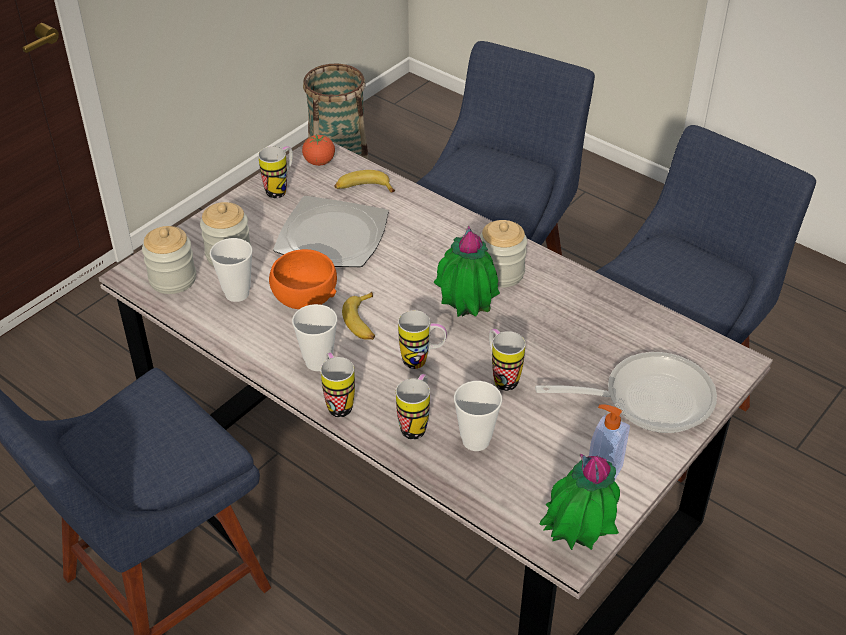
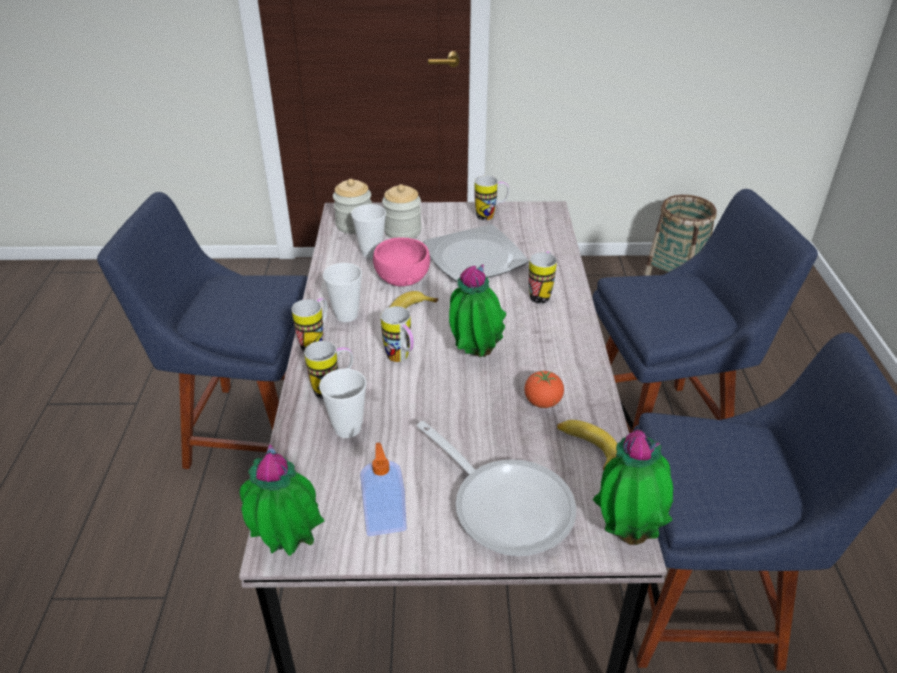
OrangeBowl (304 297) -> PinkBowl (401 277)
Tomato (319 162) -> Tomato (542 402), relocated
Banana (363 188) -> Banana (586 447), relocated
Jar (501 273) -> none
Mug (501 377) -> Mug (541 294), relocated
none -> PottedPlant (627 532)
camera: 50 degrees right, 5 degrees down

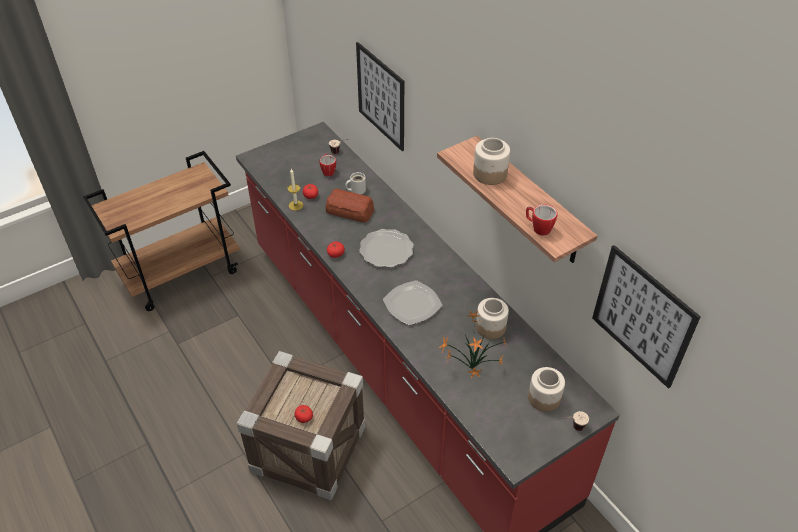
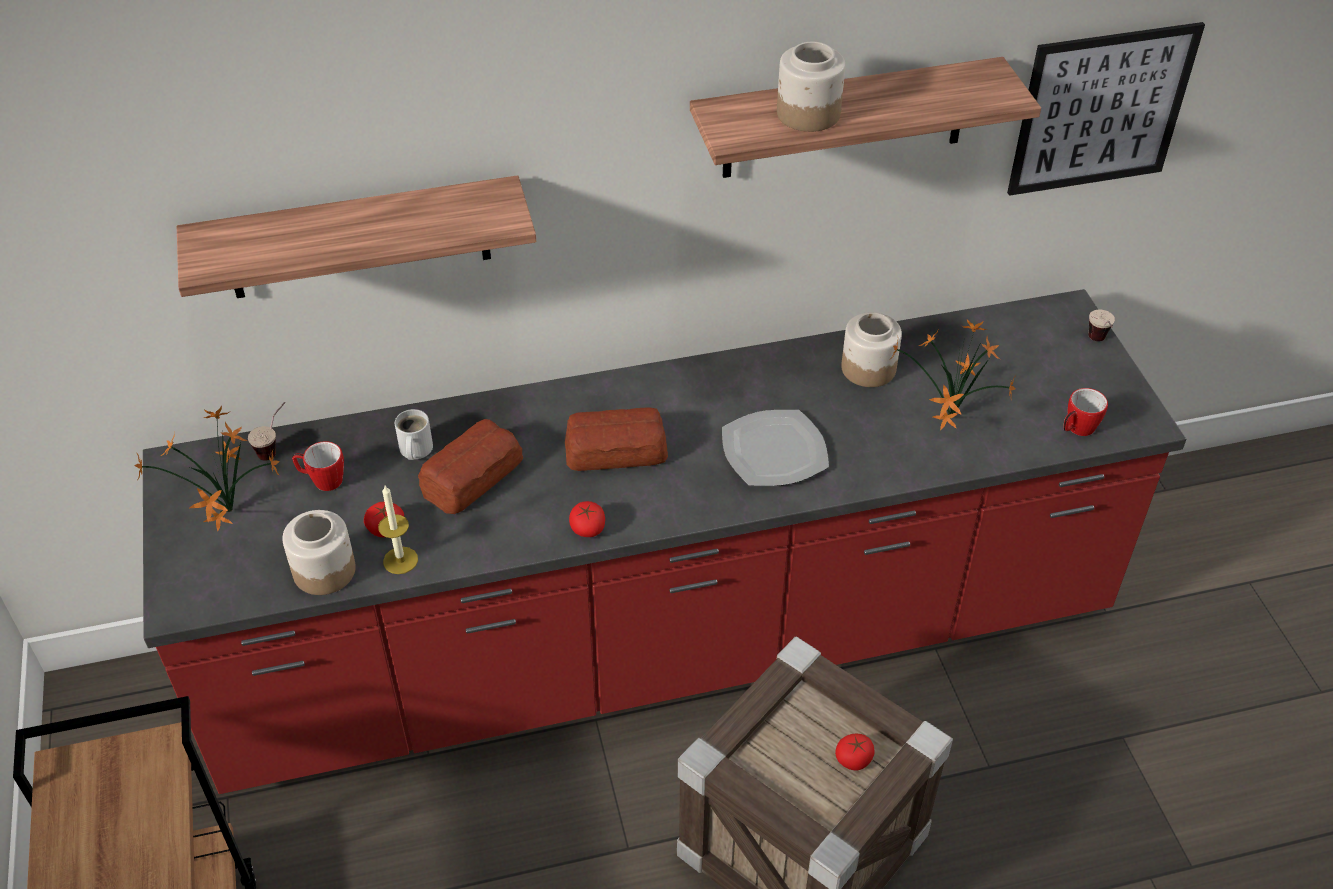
Picture (381 96) -> Shelf (358 238)
Plate (386 250) -> Bread (617 450)
Mug (538 228) -> Mug (1077 429), relocated
Jar (544 398) -> Jar (324 570), relocated
none -> PottedPlant (229 514)
camera: 70 degrees left, 0 degrees up

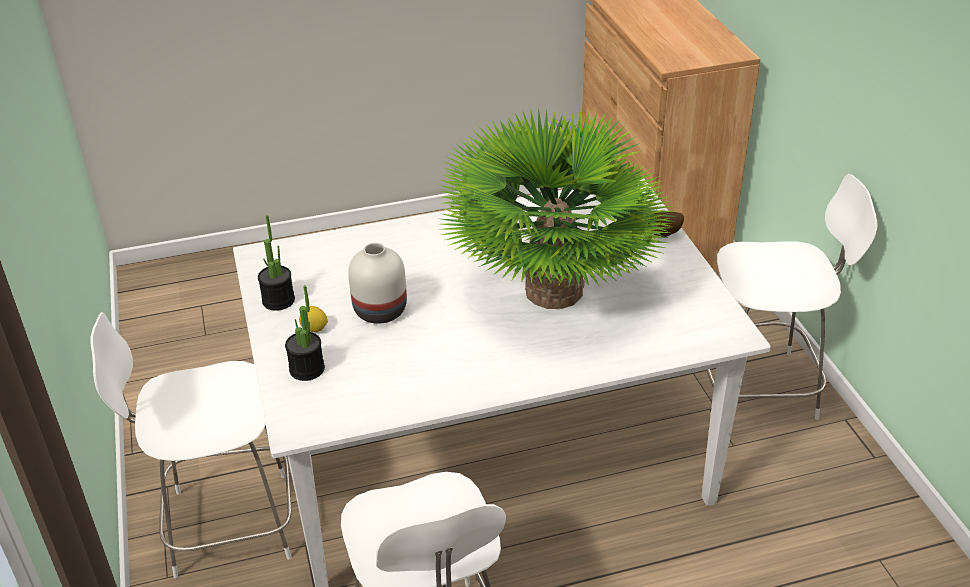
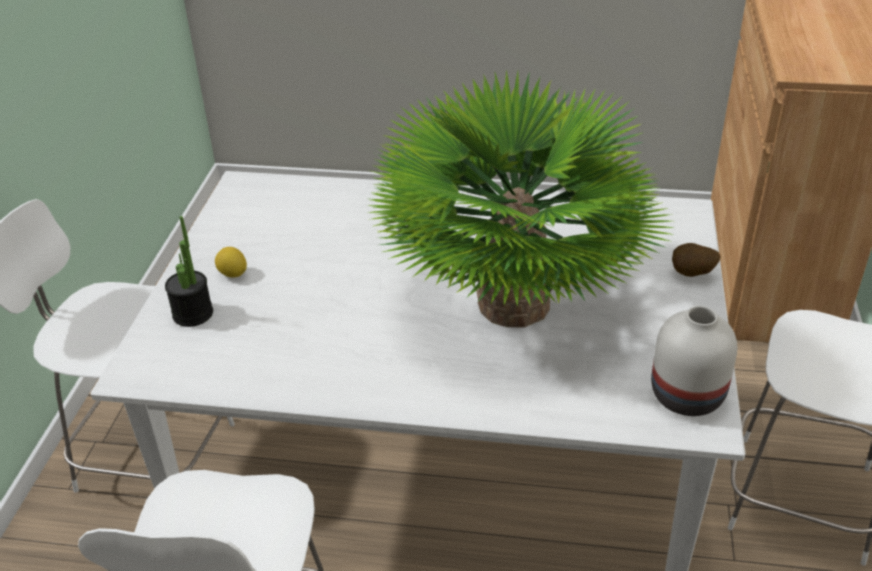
PottedPlant (278 300) -> none
WhiteVase (381 310) -> WhiteVase (688 395), relocated
camera: 25 degrees right, 0 degrees up

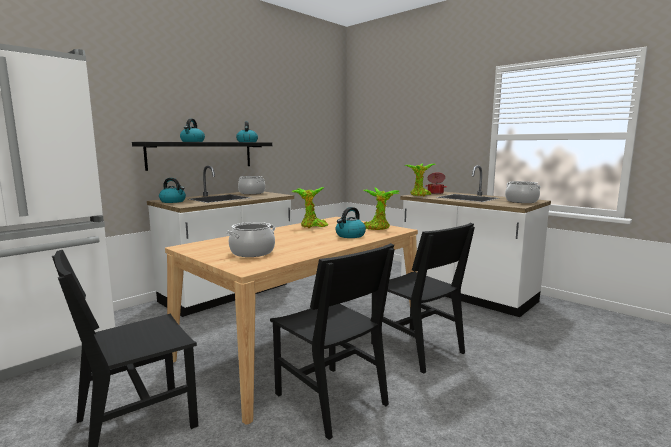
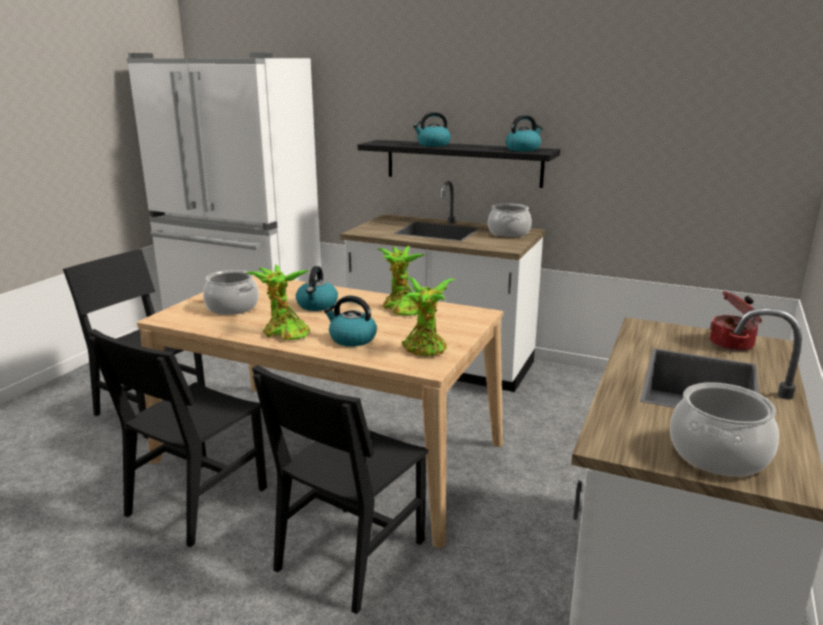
Kettle (173 201) -> Kettle (317 305), relocated
PottedPlant (419 195) -> PottedPlant (284 333), relocated
camera: 70 degrees right, 10 degrees up

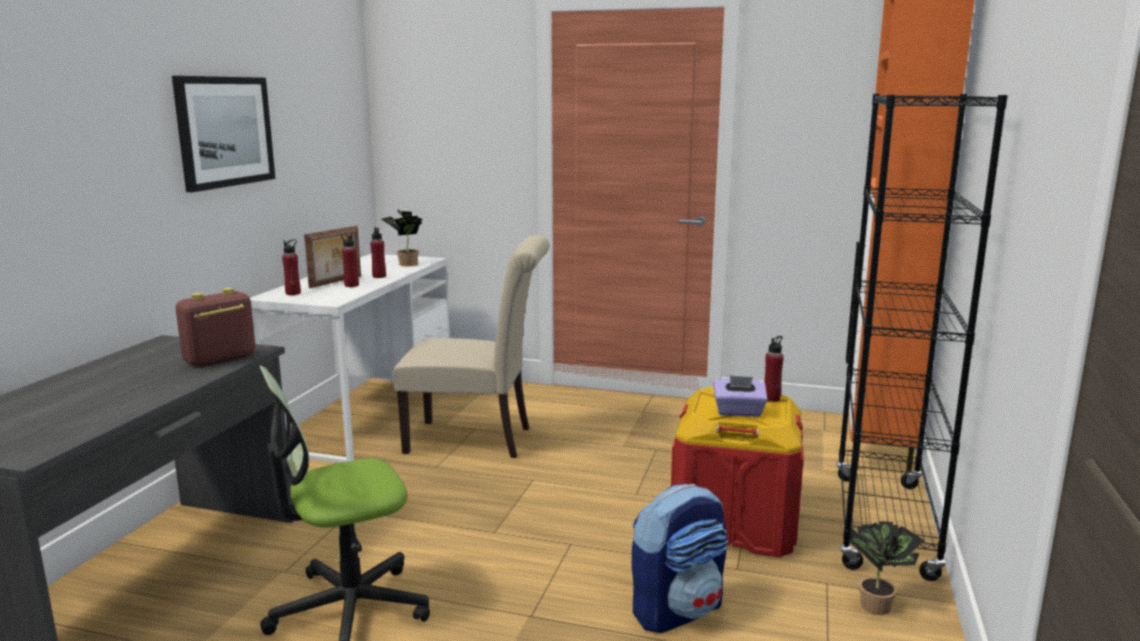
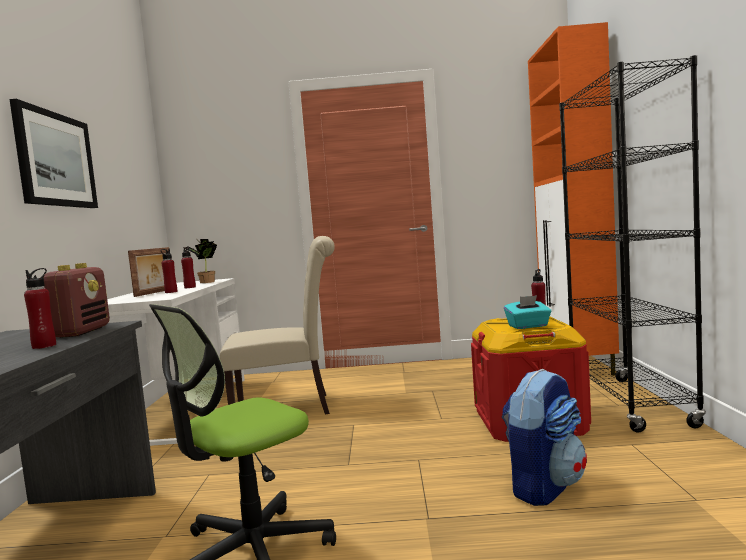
Radio (219 359) -> Radio (81 332), 150 degrees clockwise
RedBottle (293 293) -> RedBottle (44 346), relocated
PurpleTissueBox (738 412) -> TurquoiseTissueBox (528 326)
PottedPlant (877 604) -> none
camera: 15 degrees left, 10 degrees down

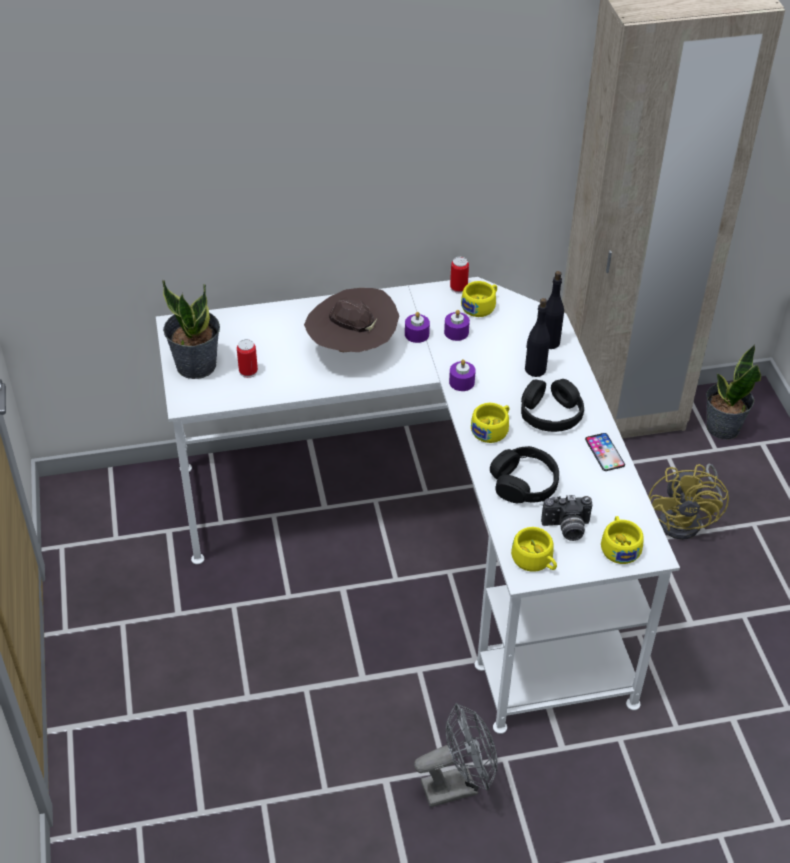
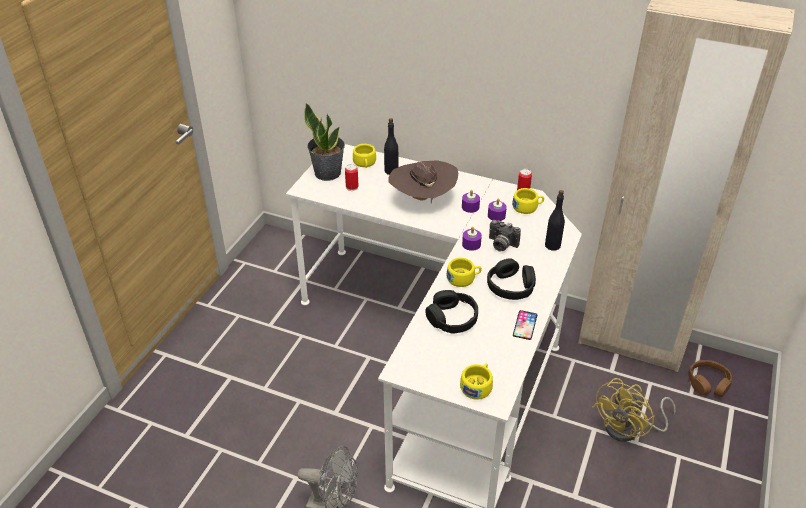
YellowCup (535 560) -> YellowCup (365 163), relocated
BlackBottle (535 369) -> BlackBottle (391 171), relocated
PhotoCamera (566 529) -> PhotoCamera (501 245), relocated
PottedPlant (722 428) -> BrownHeadphones (708 383)
camera: 35 degrees right, 5 degrees down

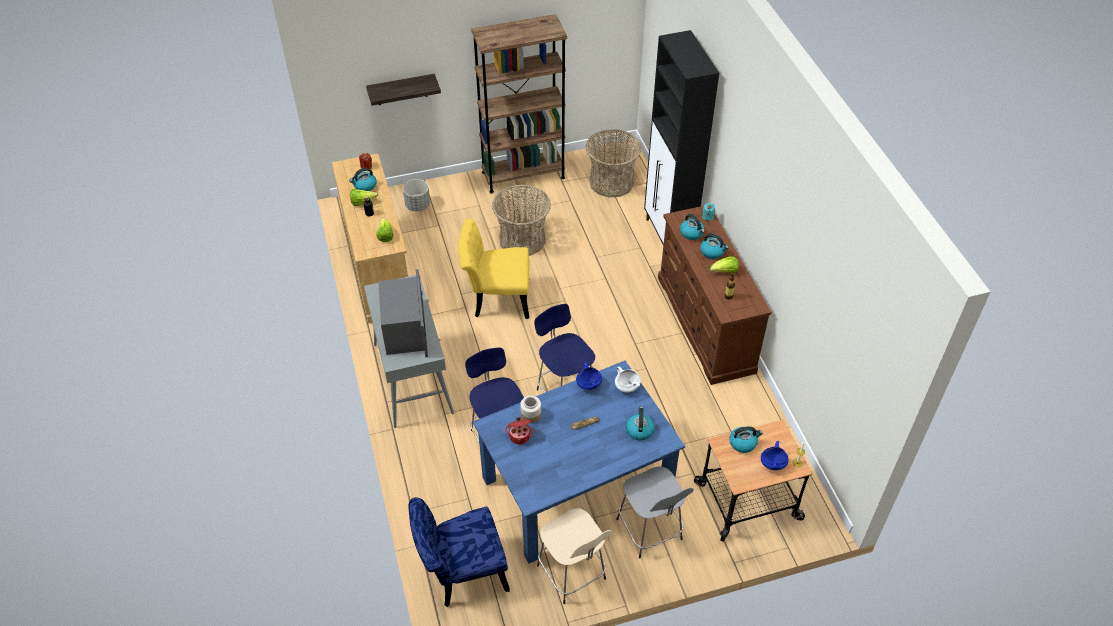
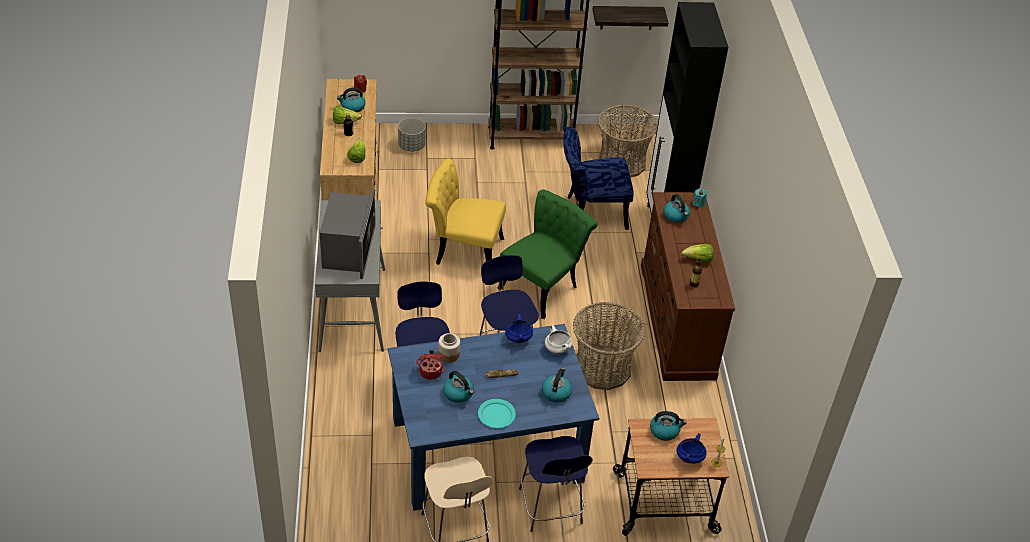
Shelf (401 90) -> Shelf (627 17), relocated
BlueChair (461 573) -> BlueChair (590 212), relocated
Basket (522 239) -> Basket (602 368), relocated
GreyStool (650 531) -> BlueStool (551 508)
Kettle (712 252) -> Kettle (459 393), relocated
none -> TurquoisePlate (496 415)
none -> GreenChair (543 285)
camera: 10 degrees right, 5 degrees down

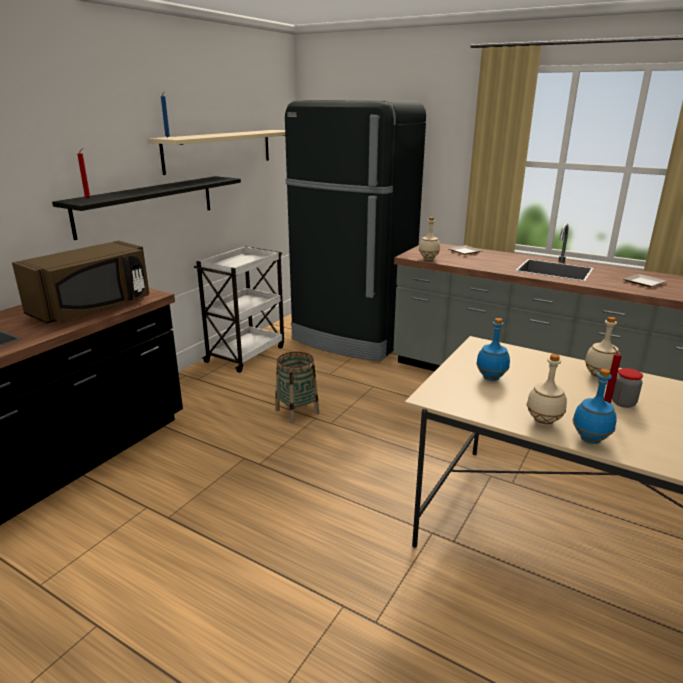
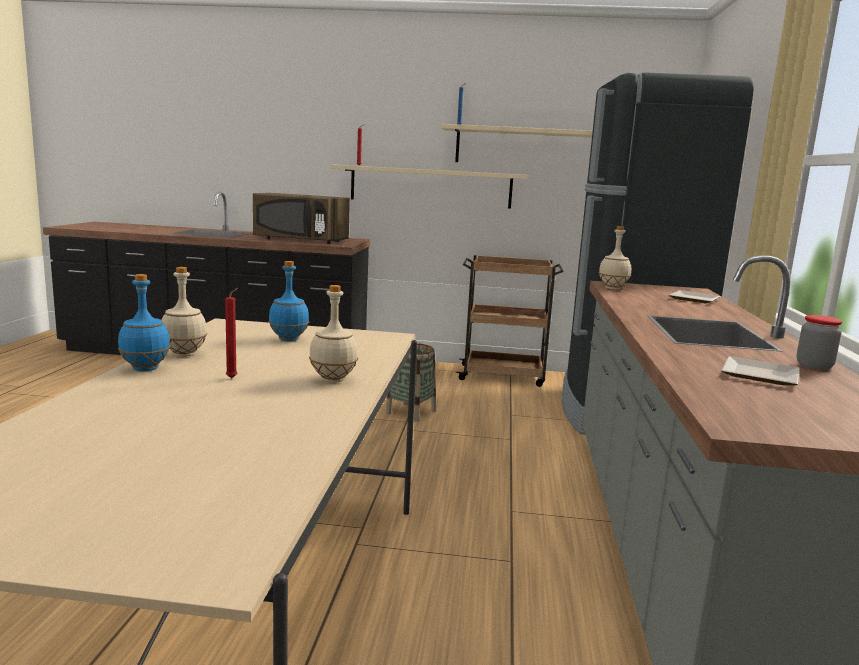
BlackShelf (147 205) -> BeigeShelf (430 186)
WhiteCart (246 353) -> BrownCart (503 376)
Jar (623 403) -> Jar (814 366), relocated
camera: 65 degrees right, 10 degrees down

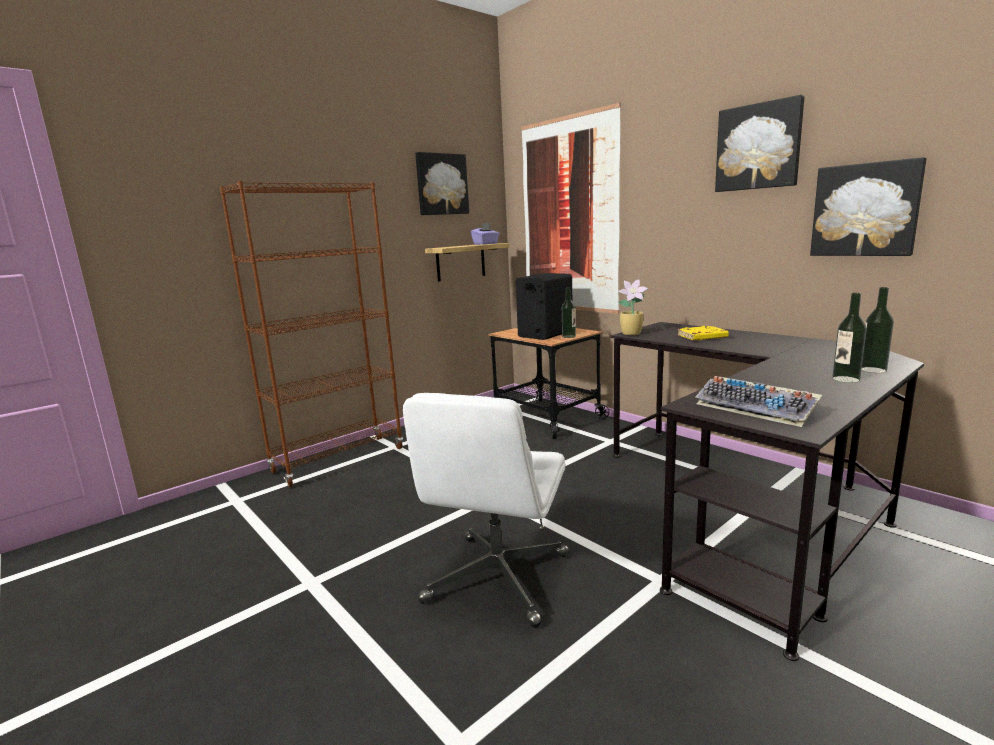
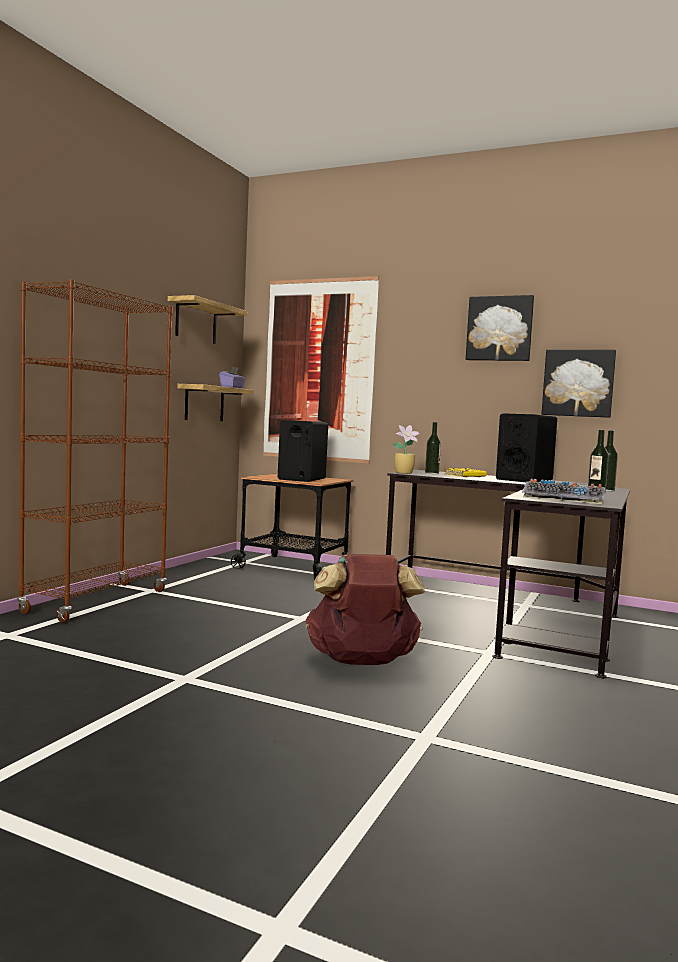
WhiteOfficeChair (497 579) -> BrownBackpack (362 662)
Picture (441 184) -> Shelf (196 322)
Bottle (568 336) -> Bottle (431 473), relocated
none -> BlackSpeaker (524 480)
camera: 25 degrees left, 10 degrees down

